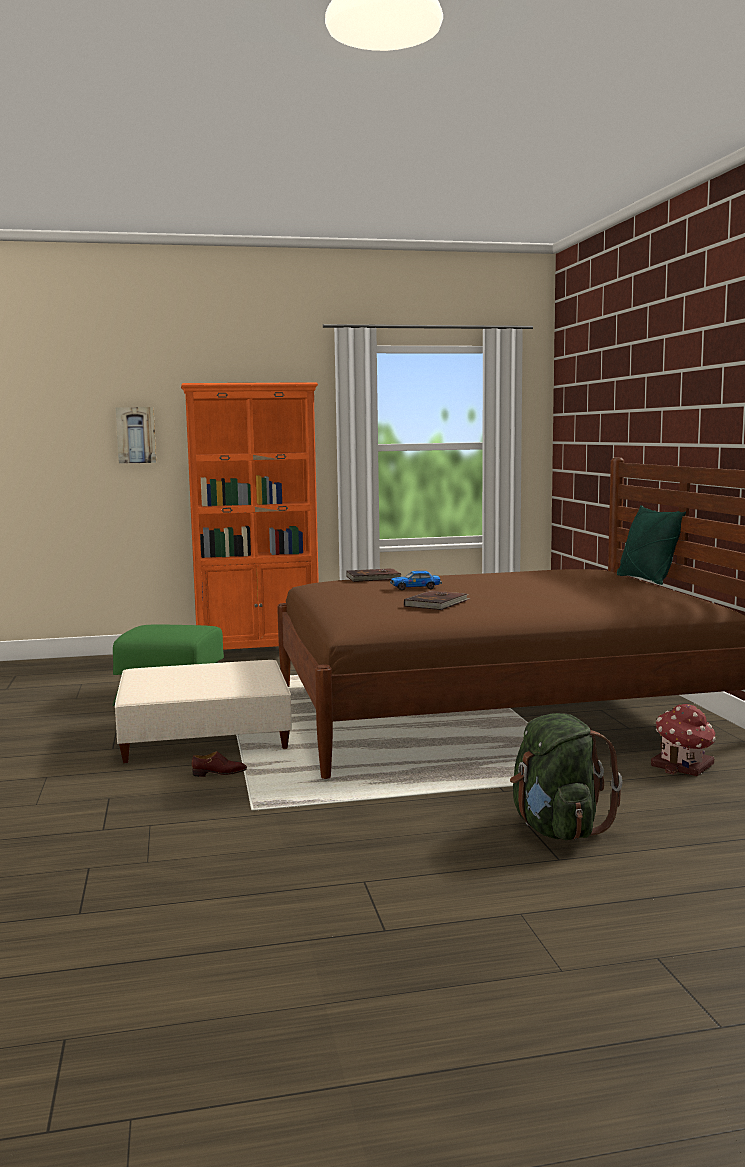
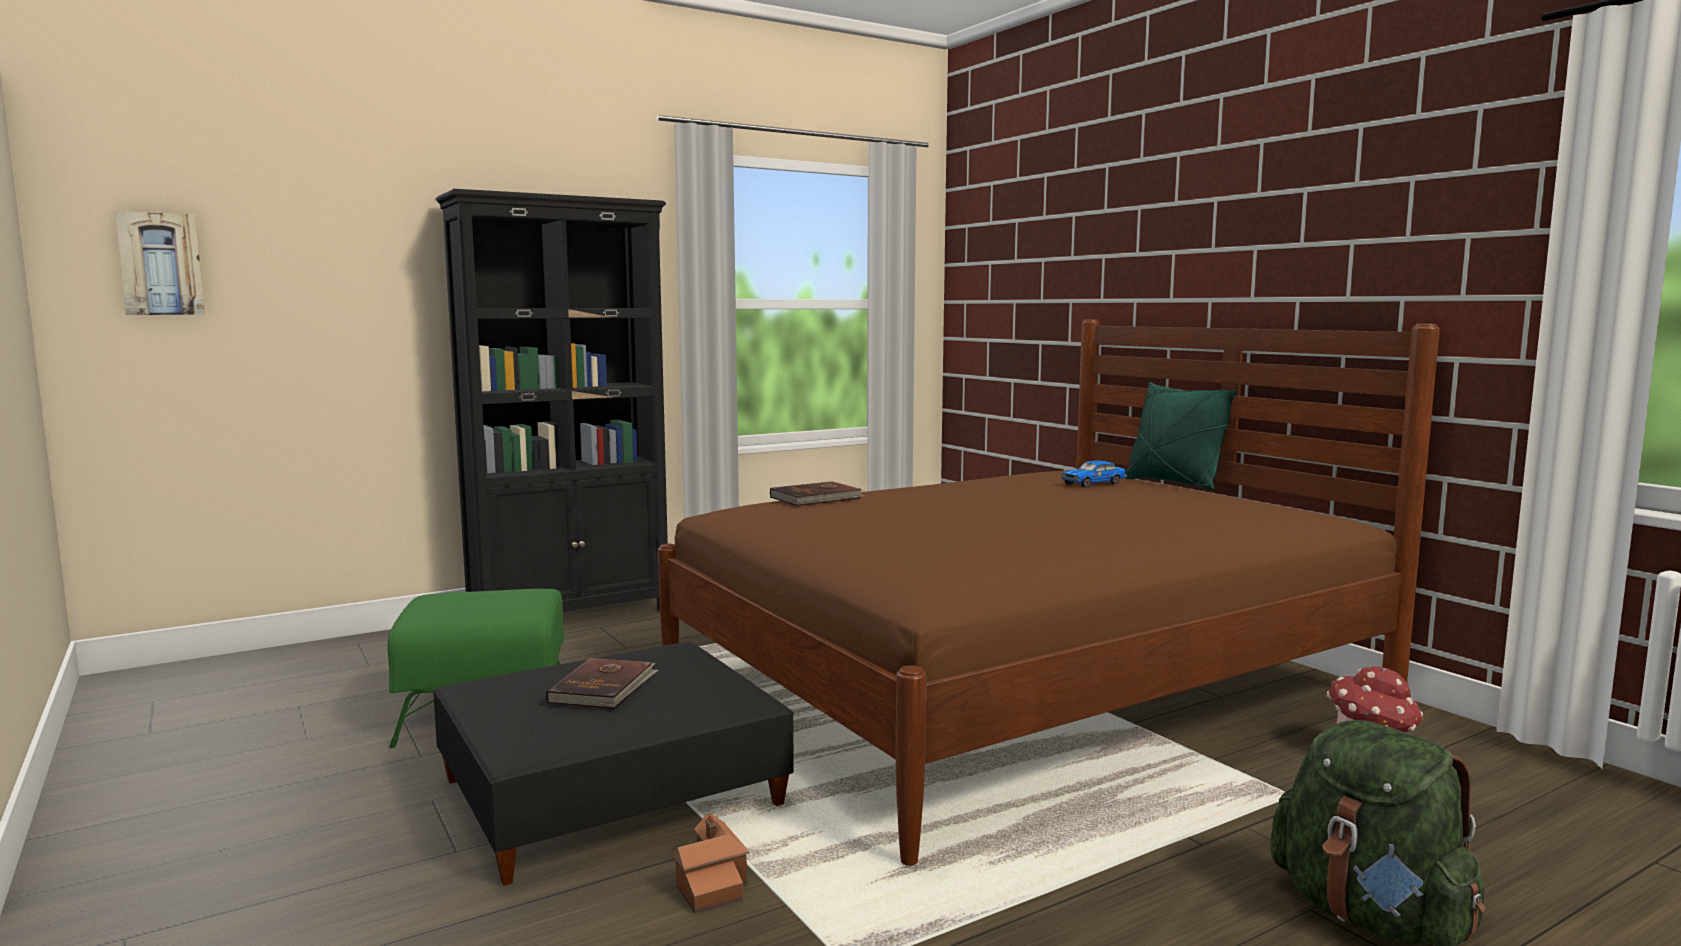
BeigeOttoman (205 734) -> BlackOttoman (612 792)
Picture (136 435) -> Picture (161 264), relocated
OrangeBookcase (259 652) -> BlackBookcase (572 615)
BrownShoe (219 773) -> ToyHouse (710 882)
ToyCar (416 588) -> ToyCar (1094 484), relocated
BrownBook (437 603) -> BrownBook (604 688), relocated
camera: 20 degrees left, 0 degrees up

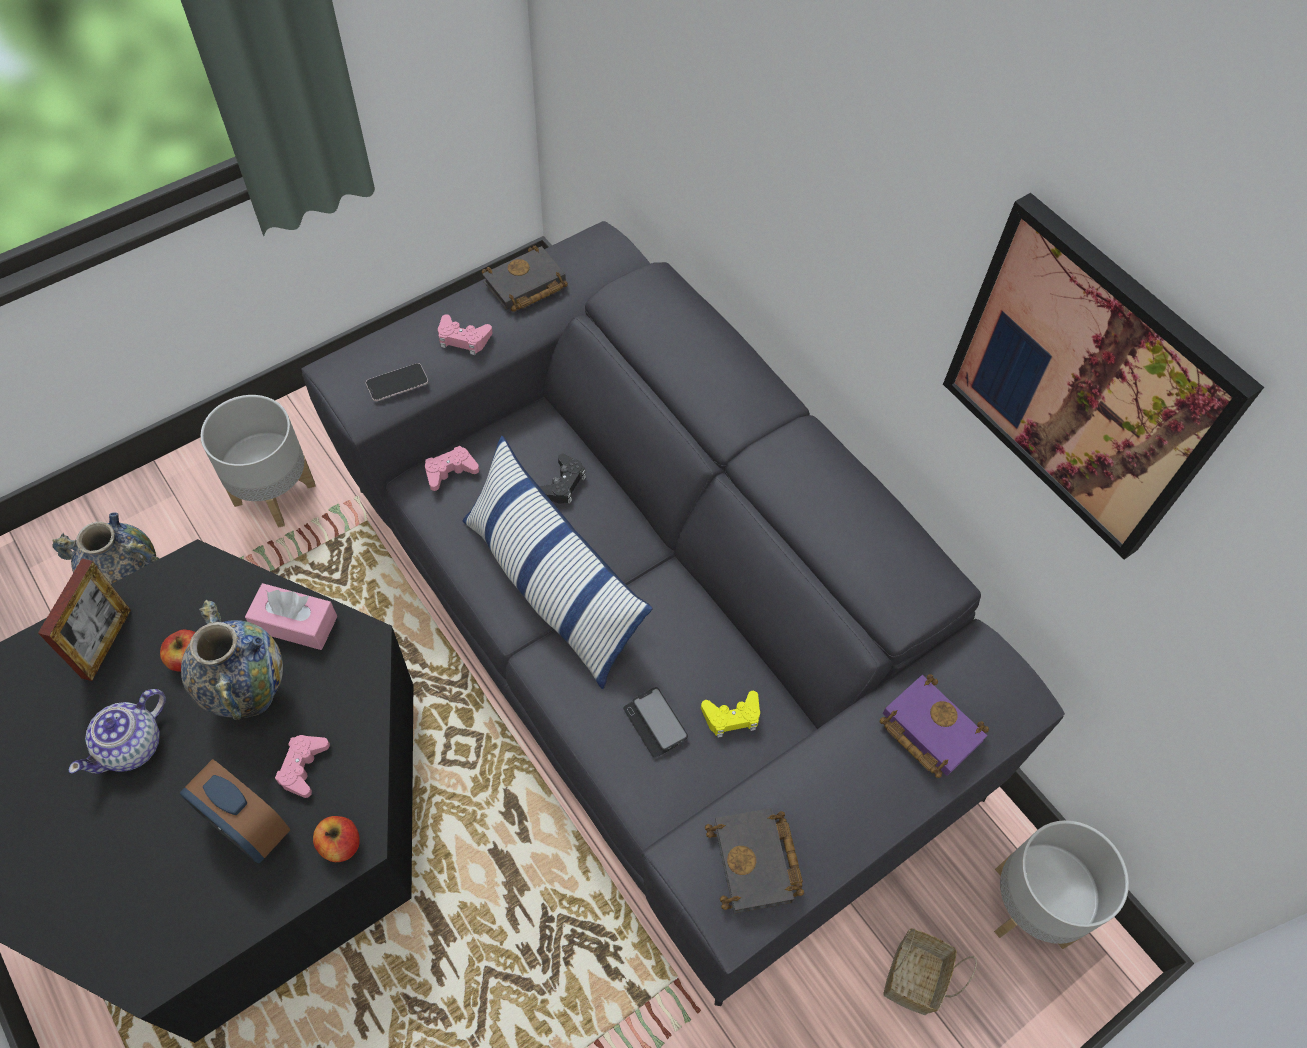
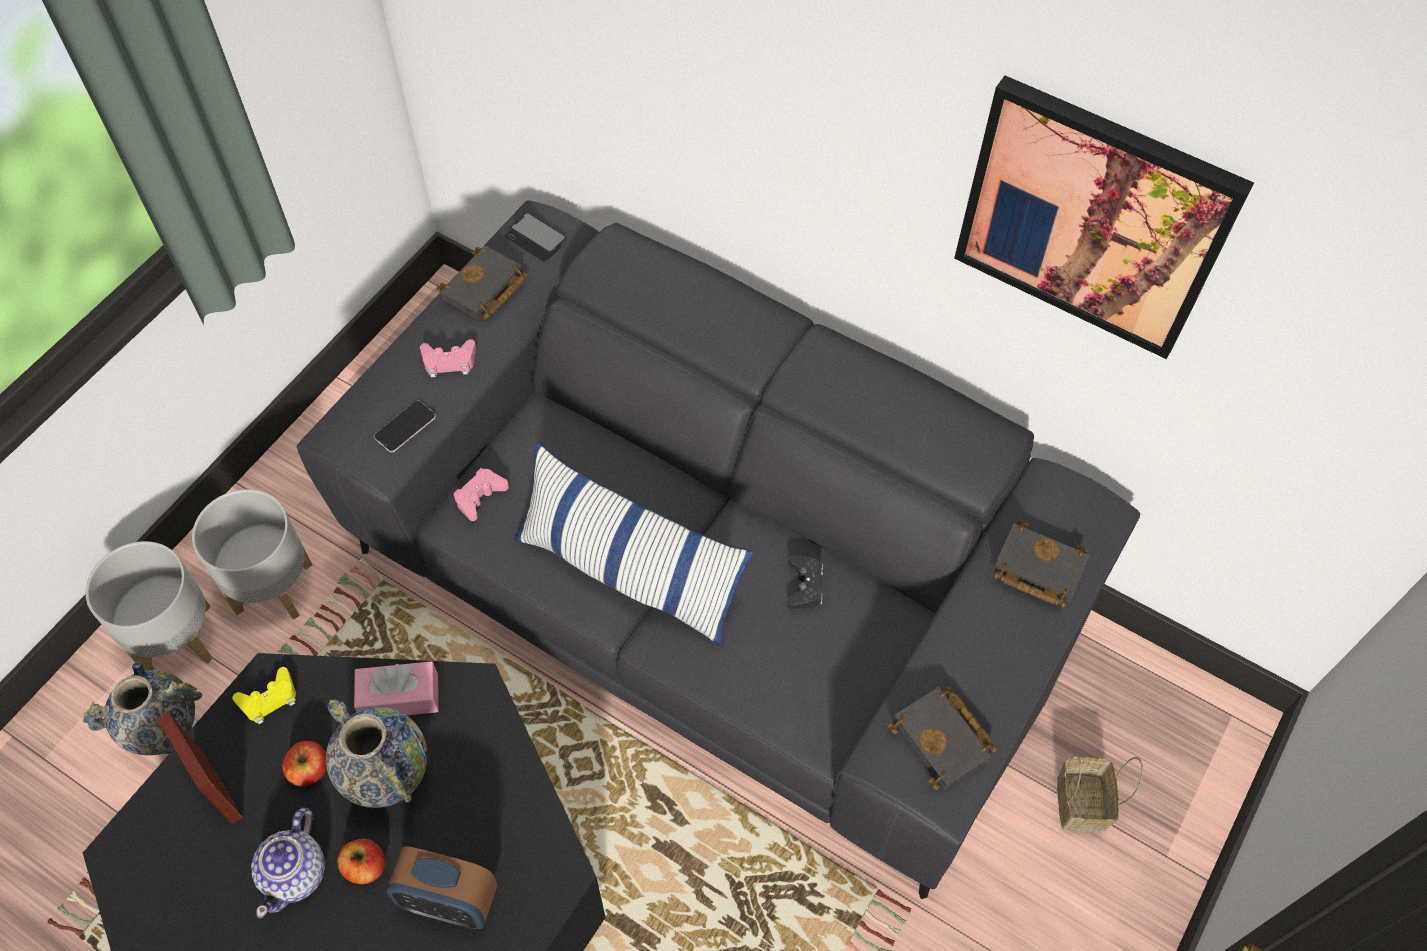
PictureFrame (106 643) -> PictureFrame (217 787), 150 degrees clockwise
PinkGameController (303 767) -> none
Apple (340 844) -> Apple (365 866), relocated
BlackGameController (563 484) -> BlackGameController (805 585), relocated
Phone (655 723) -> Phone (535 238), relocated
YellowGameController (732 716) -> YellowGameController (269 699), relocated
PurpleBook (927 729) -> BlackBook (1035 569)
GreyPlanter (1032 906) -> GreyPlanter (178 638), relocated
camera: 20 degrees left, 0 degrees up

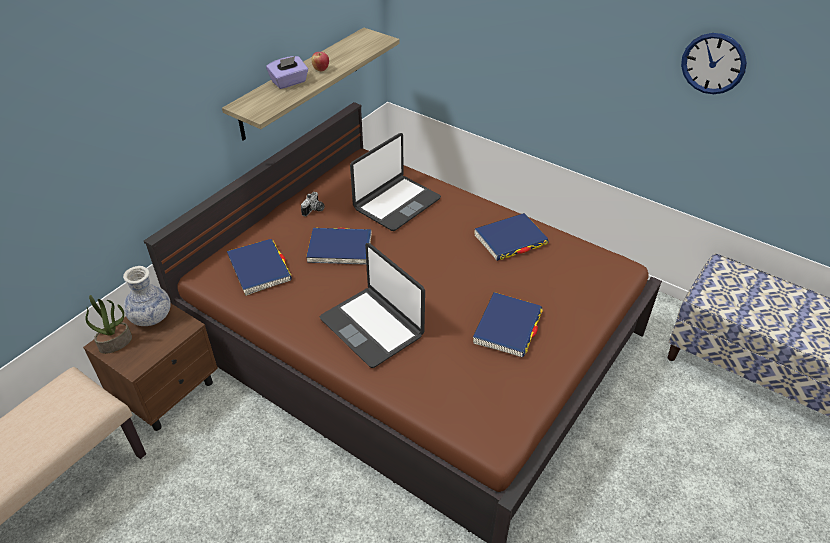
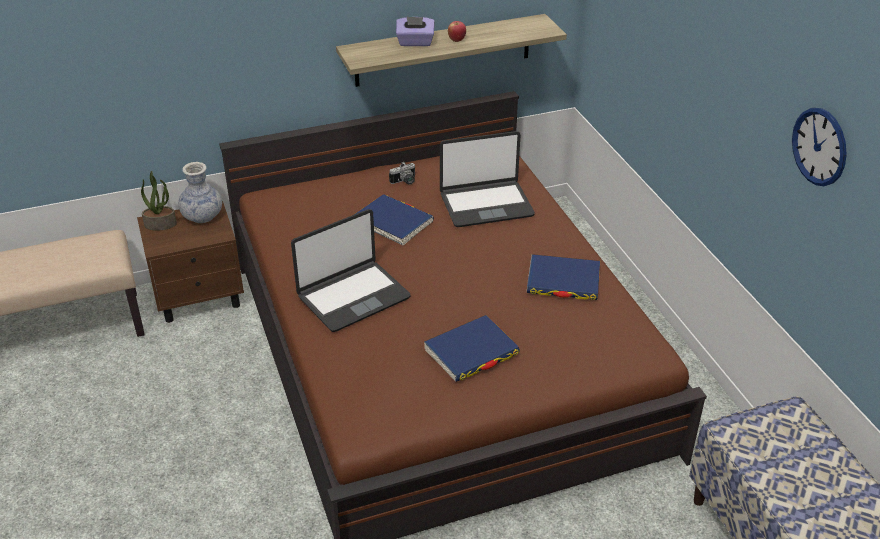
BlueBook (259 269) -> none
Laptop (372 327) -> Laptop (353 296), 120 degrees counterclockwise
camera: 35 degrees right, 5 degrees down

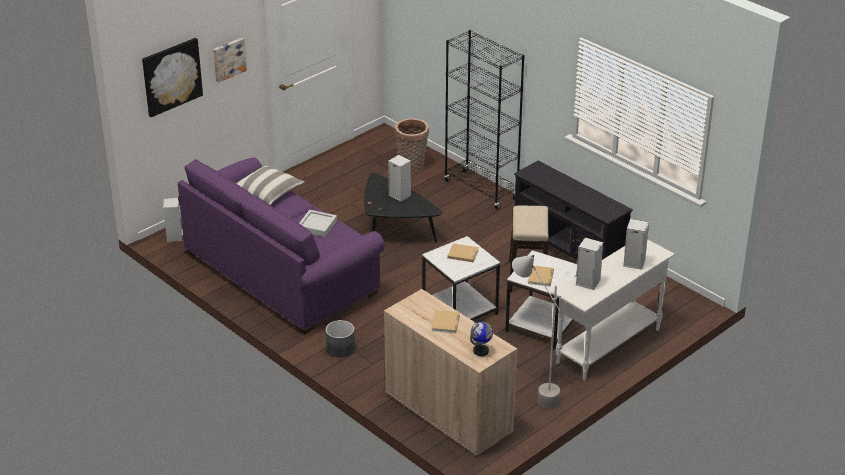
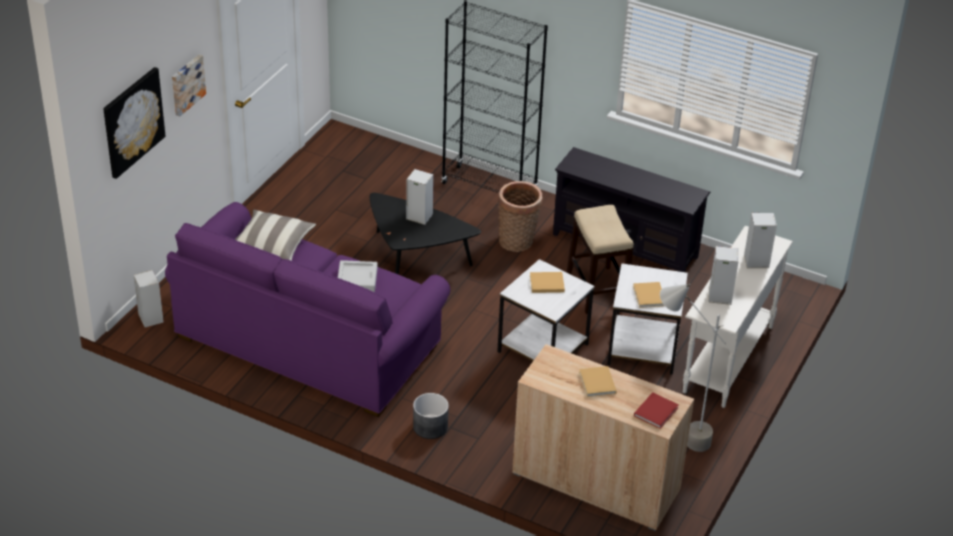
Basket (412 167) -> Basket (518 242), relocated
Globe (481 351) -> RedBook (656 411)
camera: 20 degrees left, 5 degrees up

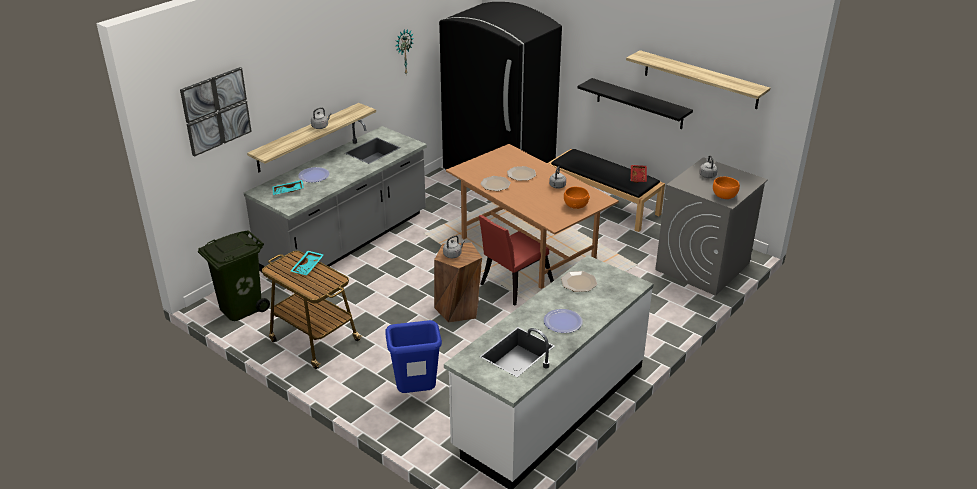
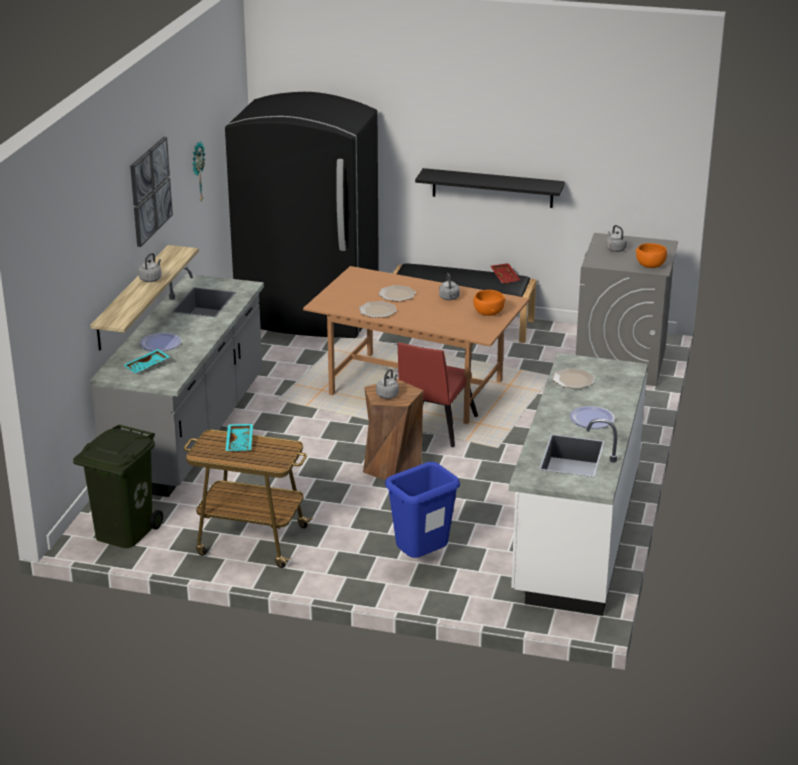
Picture (216 111) -> Picture (150 191), relocated
Shelf (700 79) -> none
camera: 25 degrees left, 5 degrees down

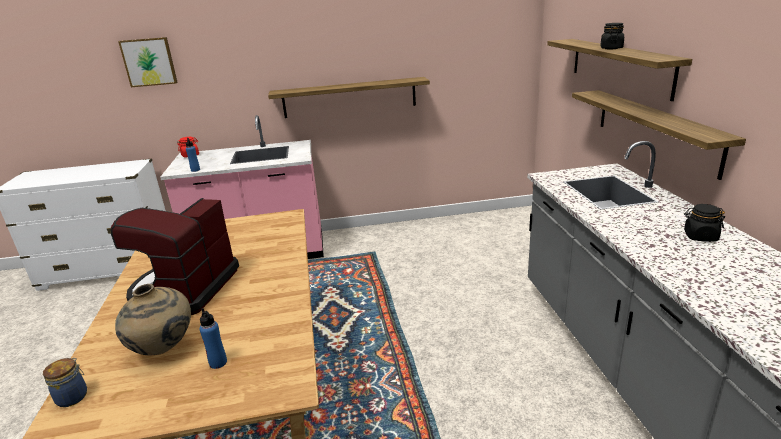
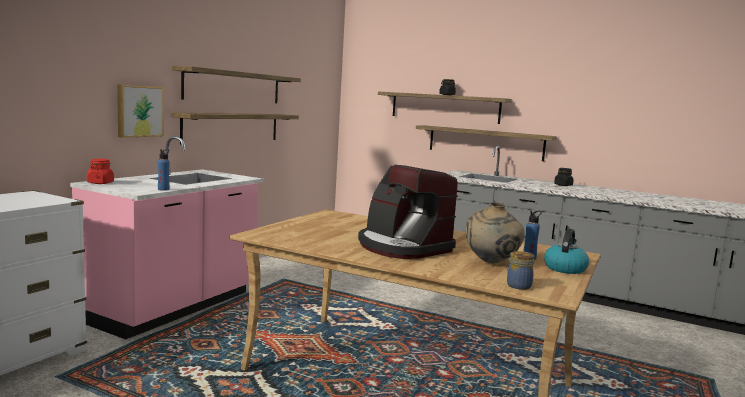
Picture (149 62) -> Picture (139 111), relocated
none -> Shelf (234 87)
none -> Kettle (565 268)
camera: 55 degrees left, 15 degrees down

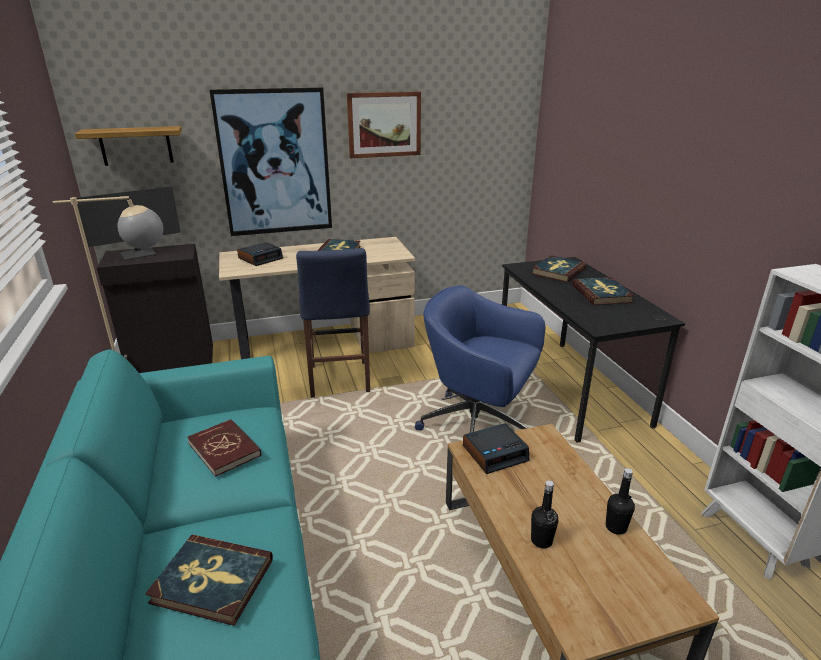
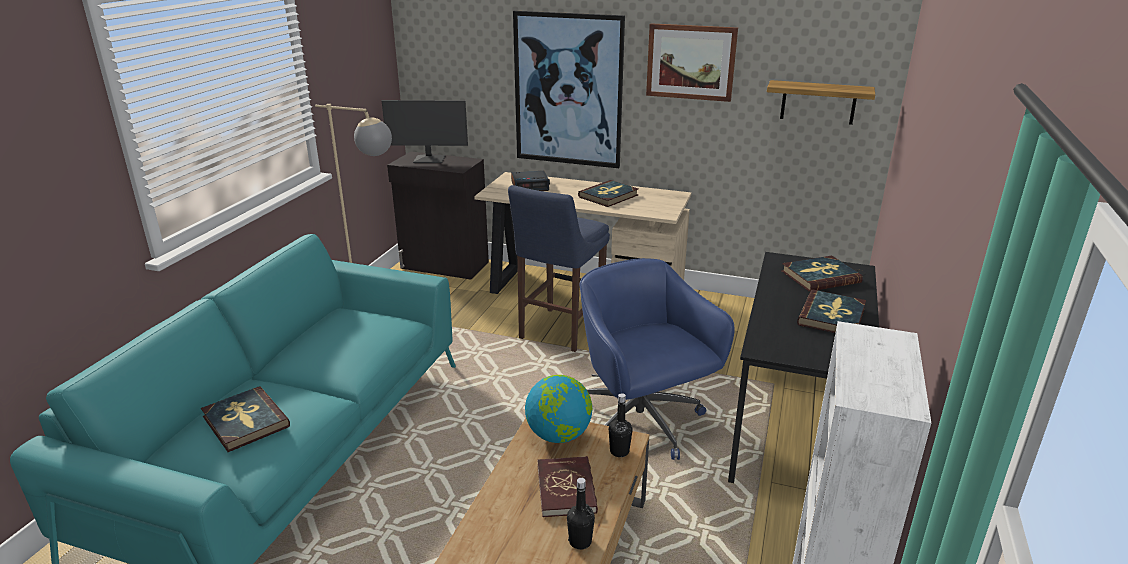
Shelf (136 146) -> Shelf (818 102), relocated
RedBook (225 449) -> RedBook (566 489), relocated
AlarmClock (495 453) -> Globe (559 435)
BlackBottle (541 540) -> BlackBottle (619 451), relocated
camera: 35 degrees right, 0 degrees up

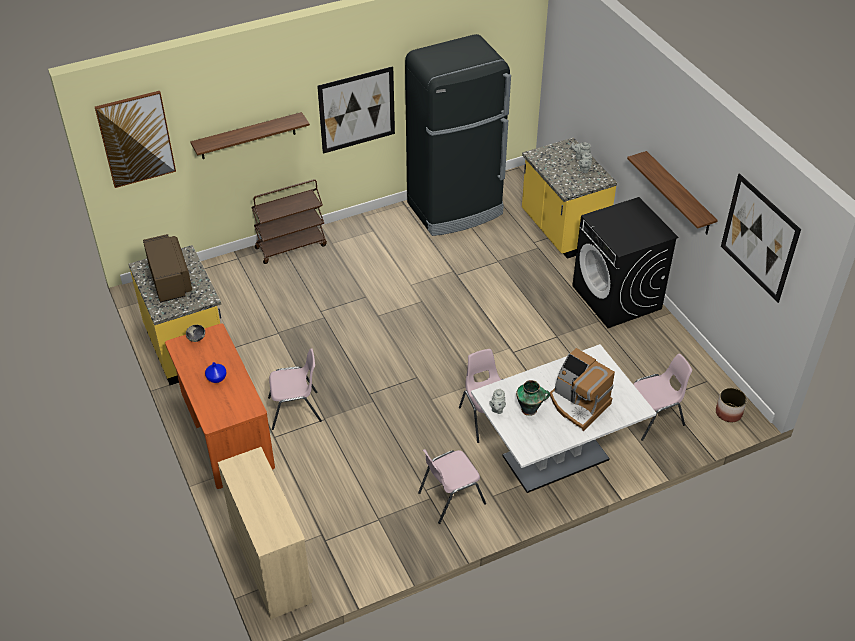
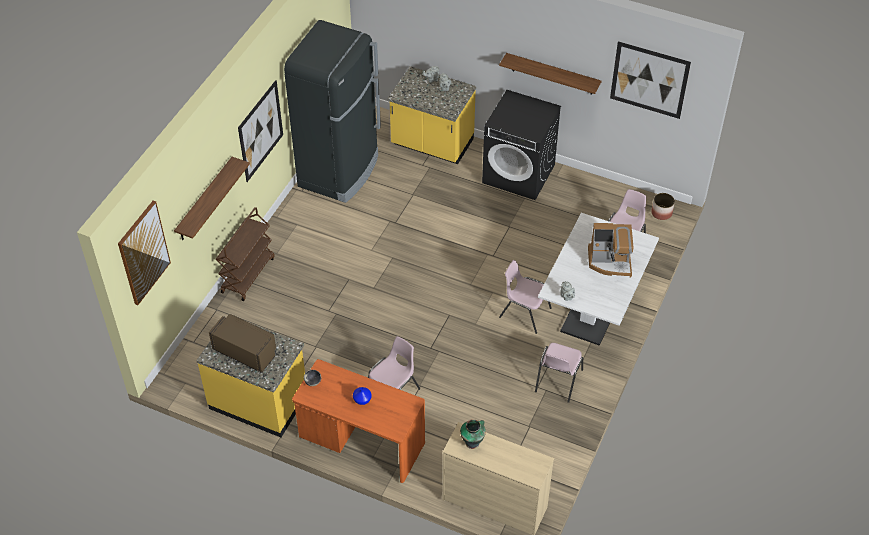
Vase (530 409) -> Vase (473 442), relocated
camera: 40 degrees left, 5 degrees up

